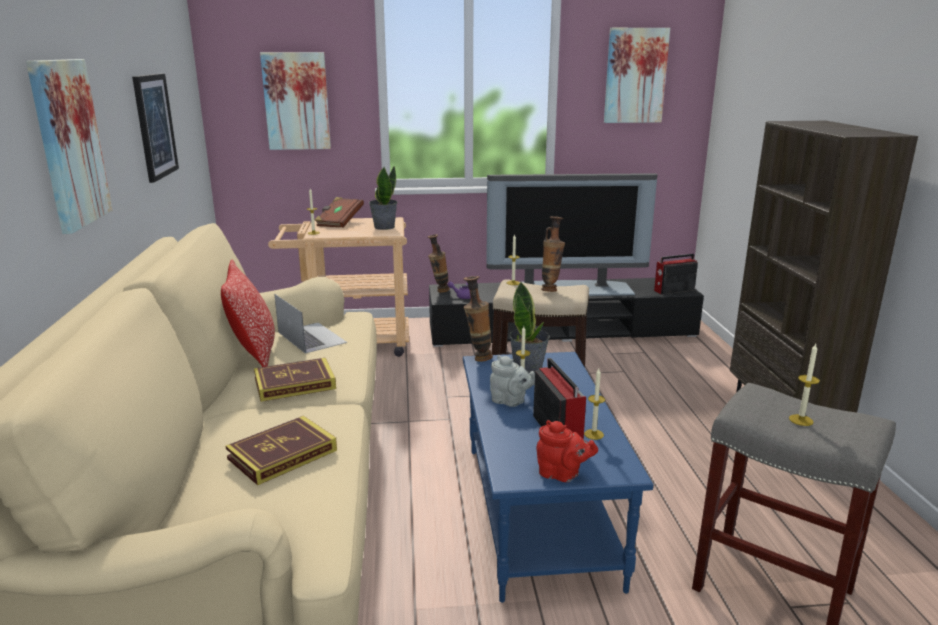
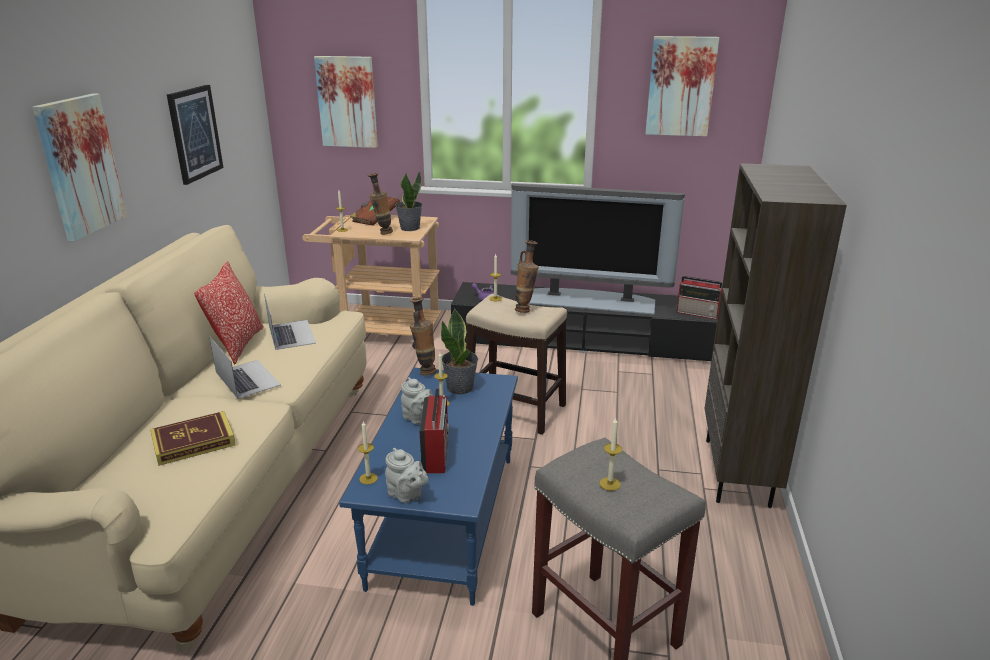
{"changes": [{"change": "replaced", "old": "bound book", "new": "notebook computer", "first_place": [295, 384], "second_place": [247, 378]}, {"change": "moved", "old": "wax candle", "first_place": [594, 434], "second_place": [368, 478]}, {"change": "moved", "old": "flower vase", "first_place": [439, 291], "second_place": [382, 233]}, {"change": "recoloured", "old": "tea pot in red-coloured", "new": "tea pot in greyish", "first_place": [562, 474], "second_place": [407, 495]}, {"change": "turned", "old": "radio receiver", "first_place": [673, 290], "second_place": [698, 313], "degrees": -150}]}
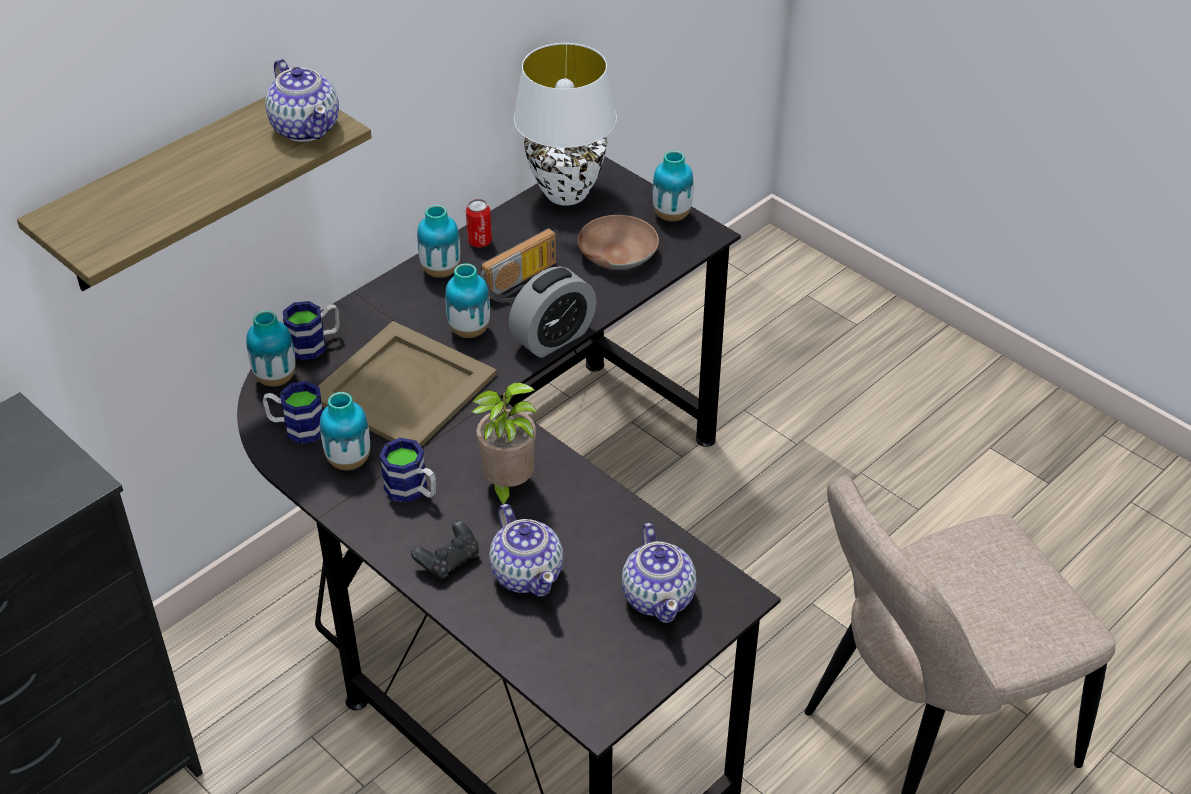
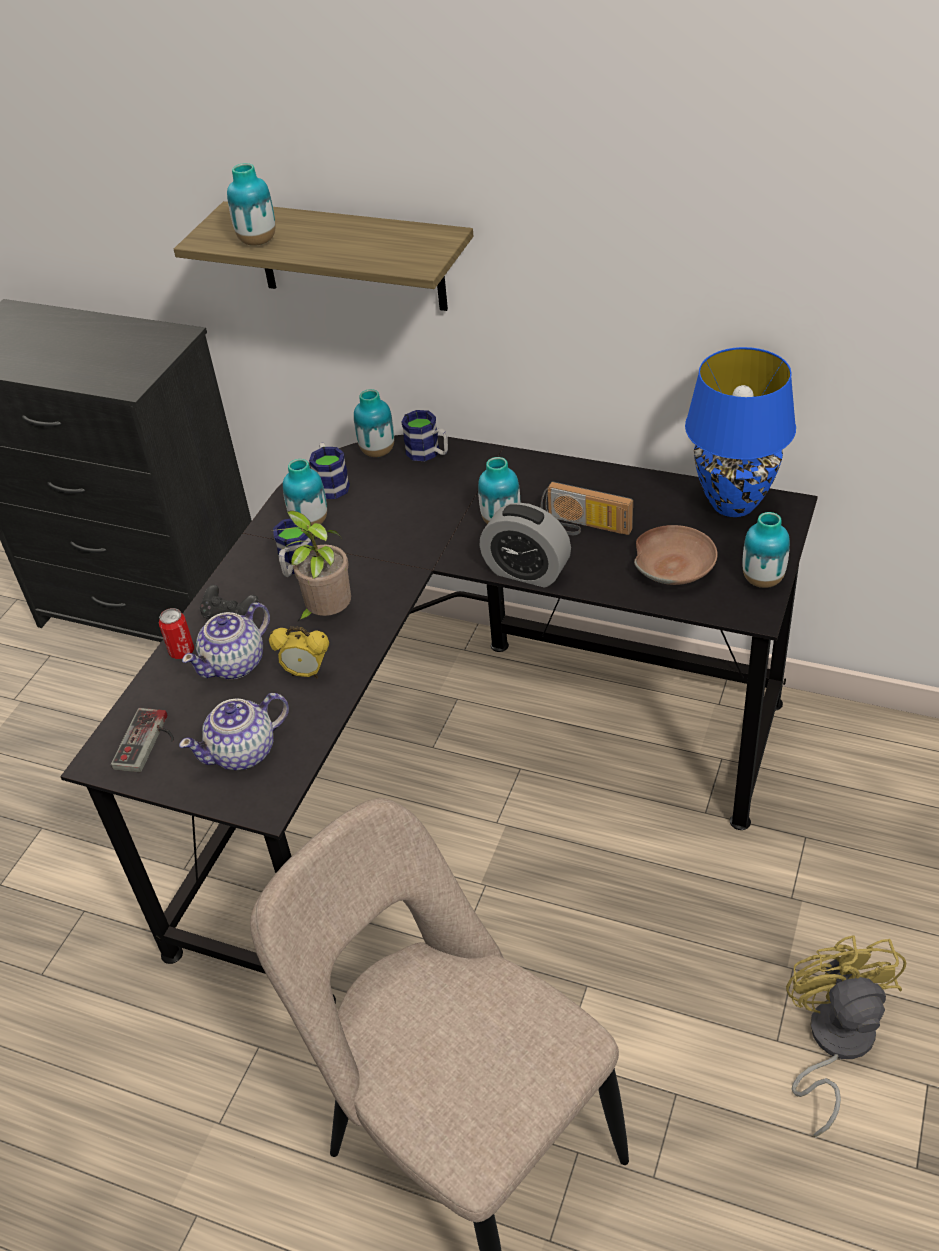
{"changes": [{"change": "added", "new": "game controller", "second_place": [149, 742]}, {"change": "moved", "old": "sealed can", "first_place": [479, 242], "second_place": [182, 651]}, {"change": "moved", "old": "flower vase", "first_place": [441, 271], "second_place": [258, 241]}, {"change": "added", "new": "bedside clock", "second_place": [306, 673]}, {"change": "recoloured", "old": "lamp for a table in white-coloured", "new": "lamp for a table in blue", "first_place": [565, 193], "second_place": [733, 503]}, {"change": "added", "new": "electric fan in yellow", "second_place": [833, 1043]}, {"change": "removed", "old": "tea pot", "first_place": [306, 127]}, {"change": "removed", "old": "carrying tray in beige-coloured", "first_place": [403, 388]}]}
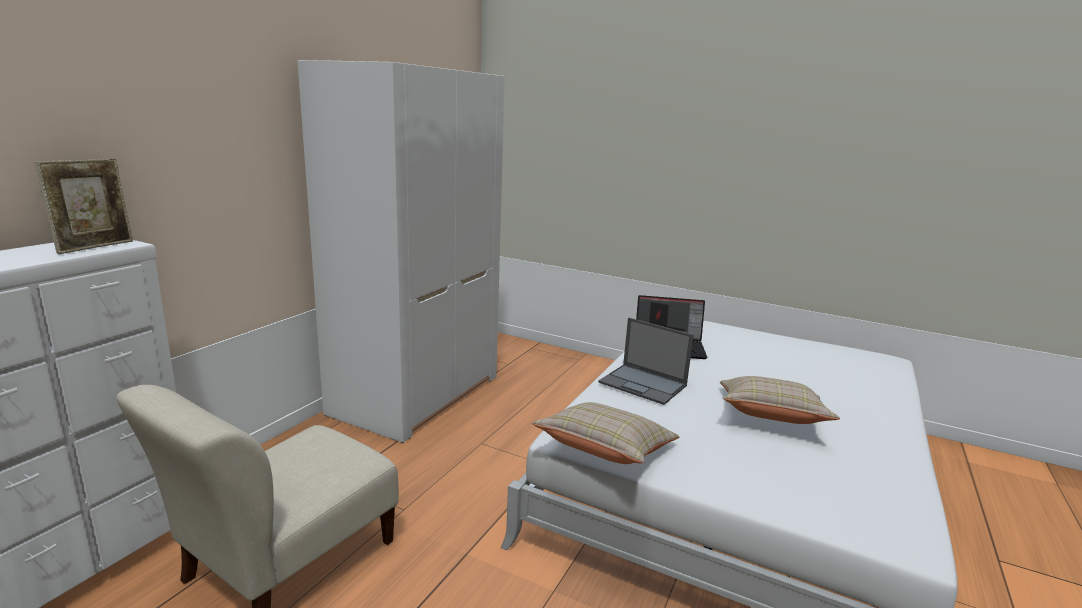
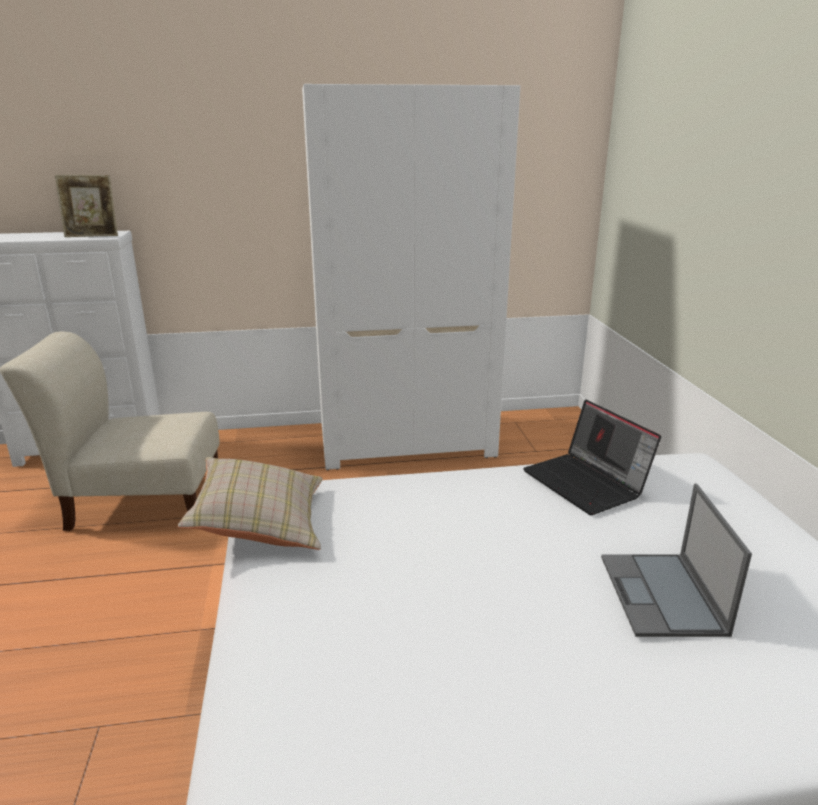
{"changes": [{"change": "moved", "old": "notebook computer", "first_place": [644, 384], "second_place": [662, 595]}, {"change": "removed", "old": "pillow in beige-coloured", "first_place": [770, 418]}]}
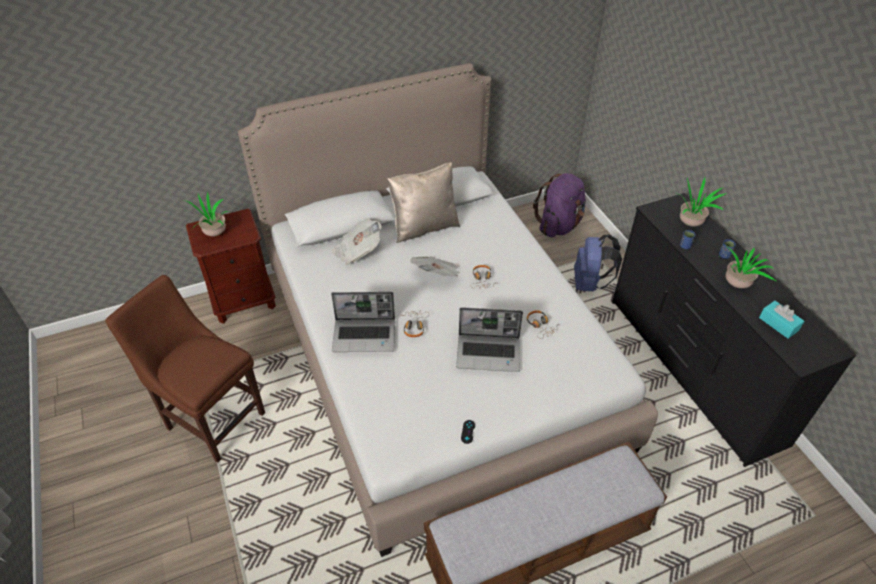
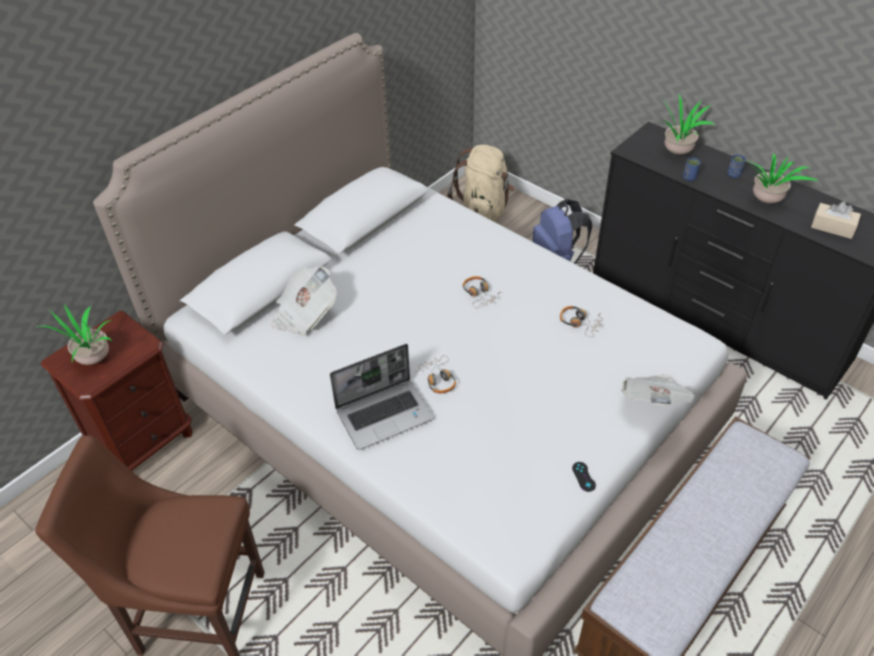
{"changes": [{"change": "recoloured", "old": "knapsack in purplish", "new": "knapsack in beige-coloured", "first_place": [559, 225], "second_place": [483, 211]}, {"change": "moved", "old": "printed paper", "first_place": [437, 275], "second_place": [654, 401]}, {"change": "recoloured", "old": "tissue holder in turquoise", "new": "tissue holder in beige-coloured", "first_place": [778, 324], "second_place": [833, 227]}, {"change": "removed", "old": "pillow in beige-coloured", "first_place": [424, 227]}, {"change": "removed", "old": "notebook computer", "first_place": [489, 353]}]}
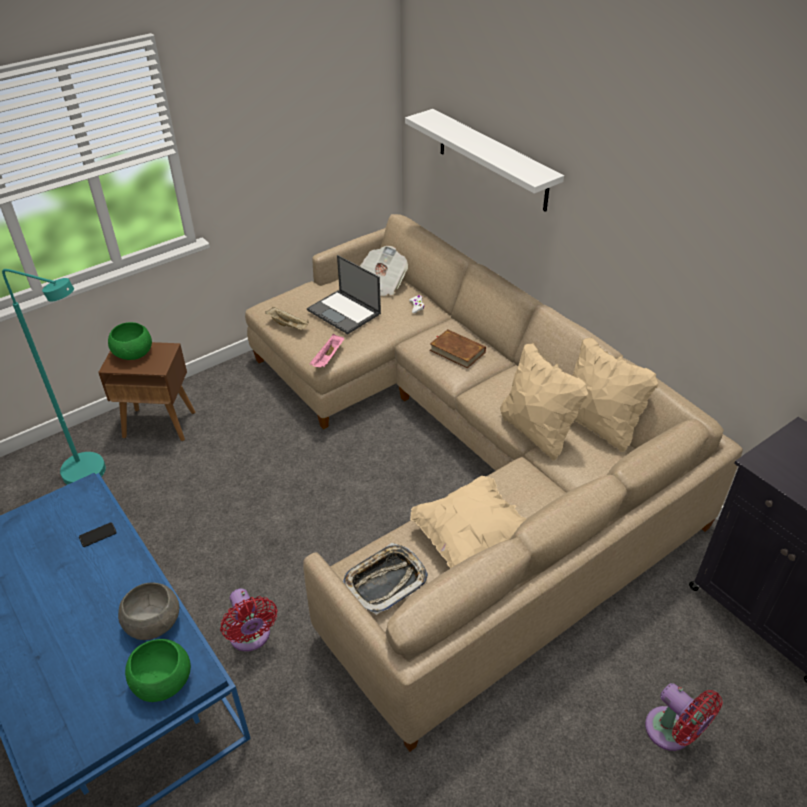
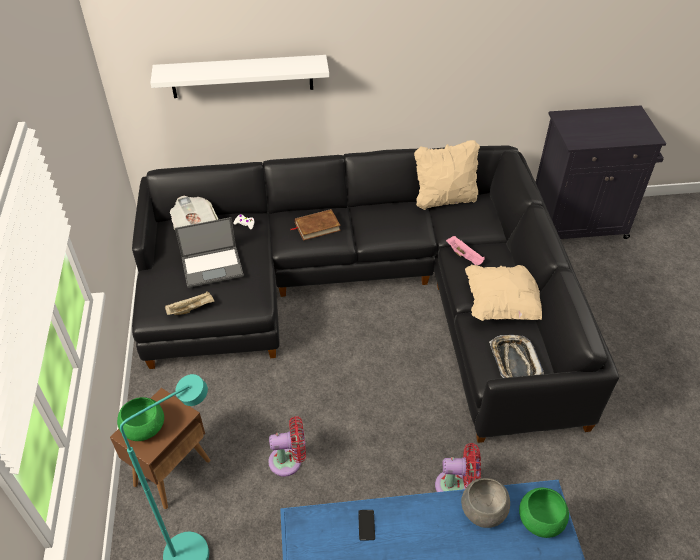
{"changes": [{"change": "recoloured", "old": "sofa in beige-coloured", "new": "sofa in black-coloured", "first_place": [459, 457], "second_place": [367, 293]}, {"change": "moved", "old": "electric fan in red-coloured", "first_place": [672, 733], "second_place": [289, 461]}, {"change": "moved", "old": "carrying tray in pink-coloured", "first_place": [328, 358], "second_place": [464, 256]}, {"change": "removed", "old": "pillow in beige-coloured", "first_place": [537, 433]}]}
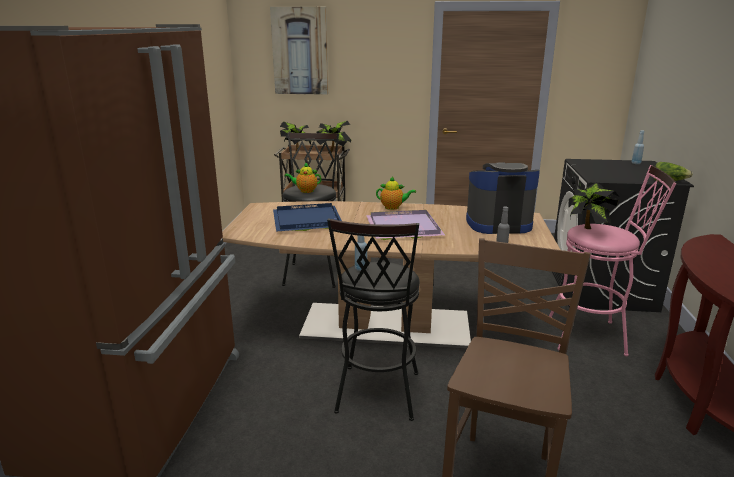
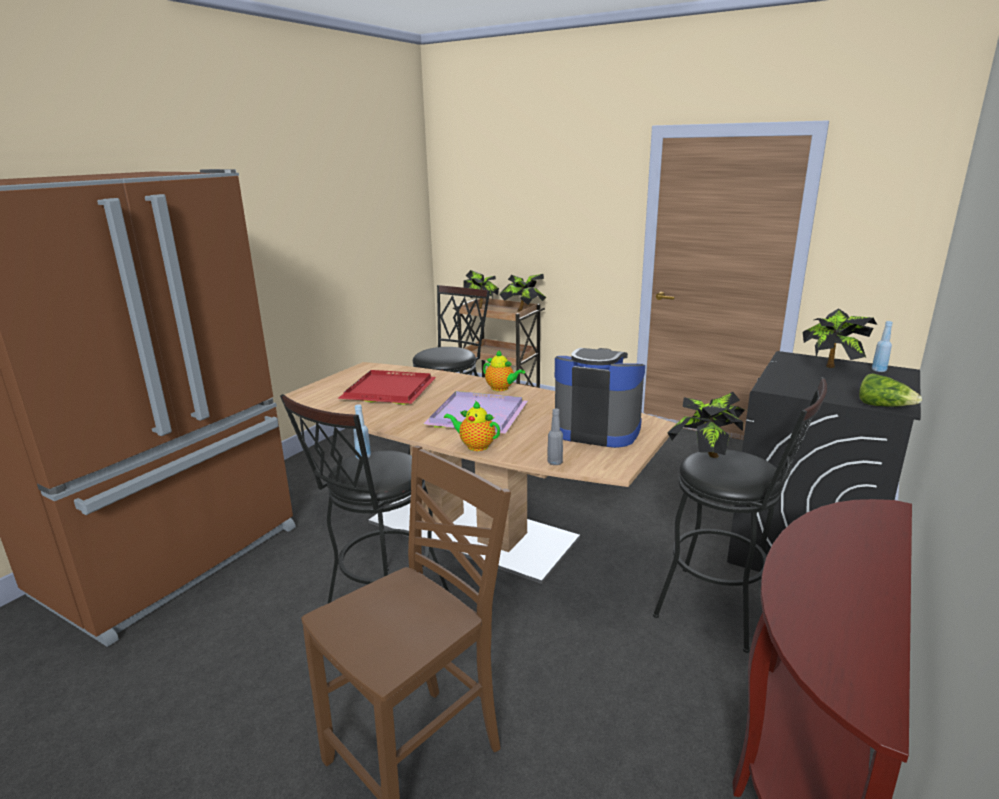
{"changes": [{"change": "recoloured", "old": "carrying tray in blue", "new": "carrying tray in red-coloured", "first_place": [308, 221], "second_place": [390, 391]}, {"change": "moved", "old": "tea pot", "first_place": [305, 191], "second_place": [475, 446]}, {"change": "recoloured", "old": "sitting stool in pink-coloured", "new": "sitting stool in black-coloured", "first_place": [593, 336], "second_place": [724, 611]}, {"change": "added", "new": "houseplant", "second_place": [830, 369]}, {"change": "removed", "old": "picture", "first_place": [300, 51]}]}
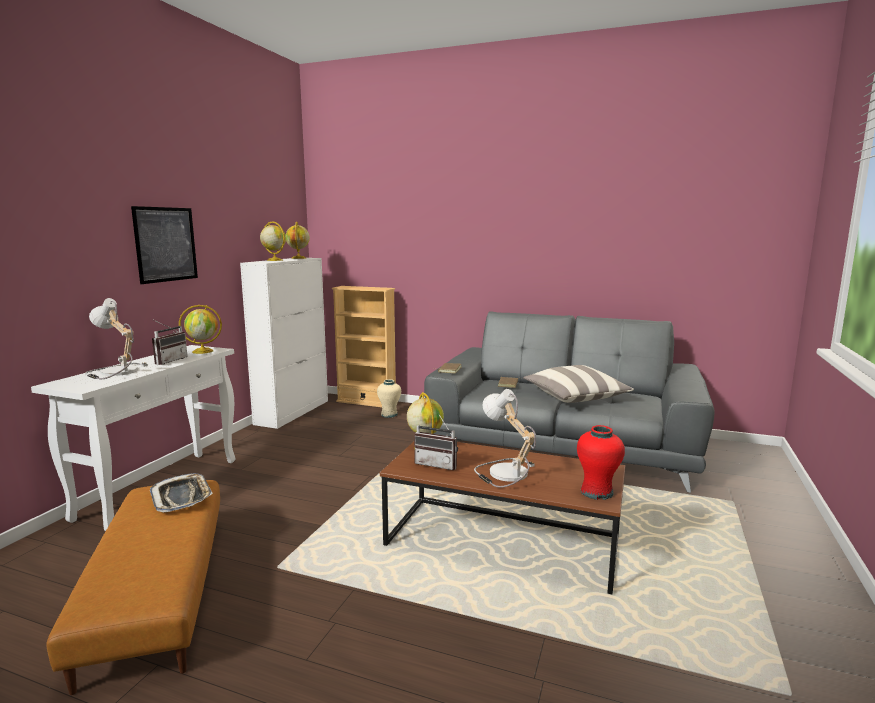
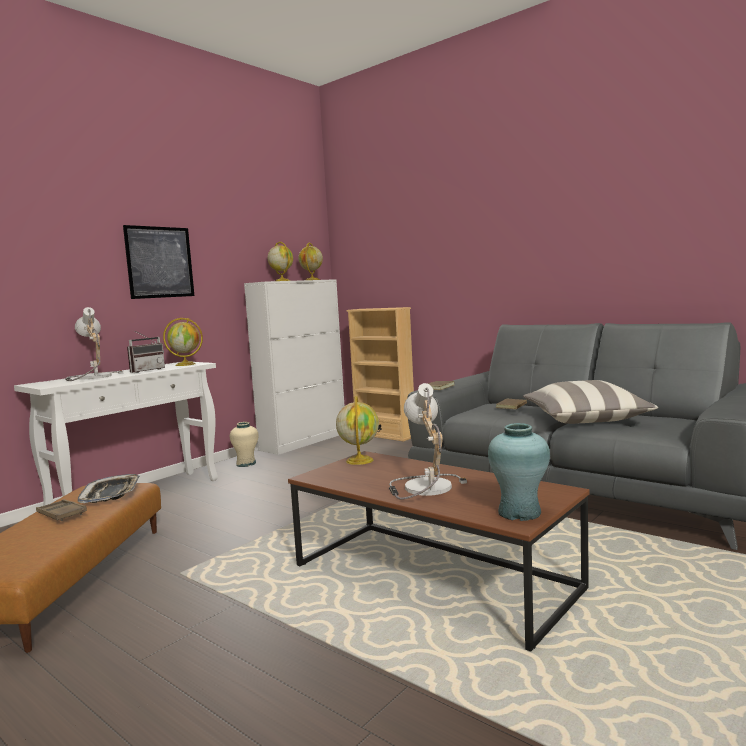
{"changes": [{"change": "added", "new": "carrying tray in brown", "second_place": [61, 514]}, {"change": "moved", "old": "flower vase in beige-coloured", "first_place": [389, 414], "second_place": [246, 464]}, {"change": "recoloured", "old": "flower vase in red-coloured", "new": "flower vase in turquoise", "first_place": [597, 492], "second_place": [520, 513]}, {"change": "removed", "old": "radio receiver", "first_place": [438, 464]}]}
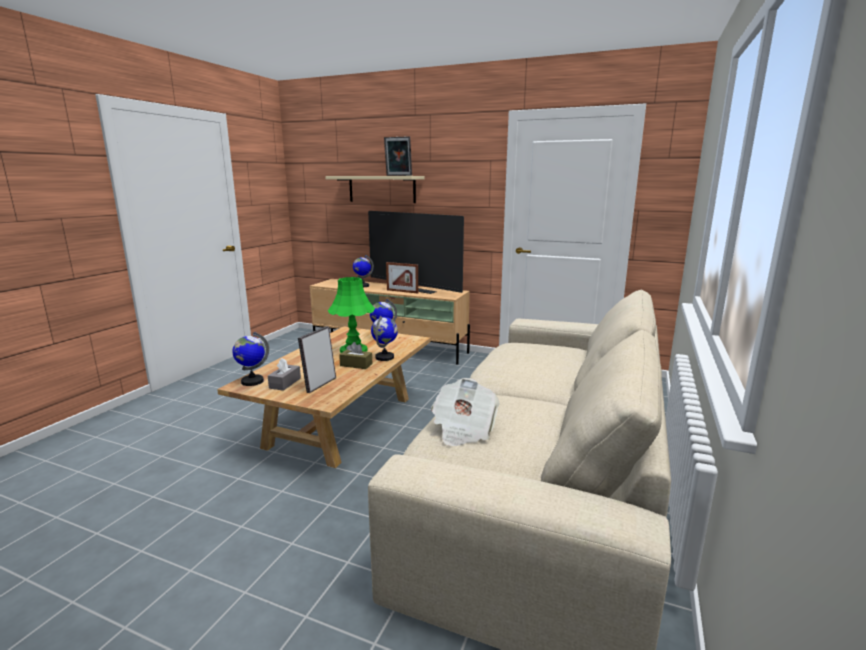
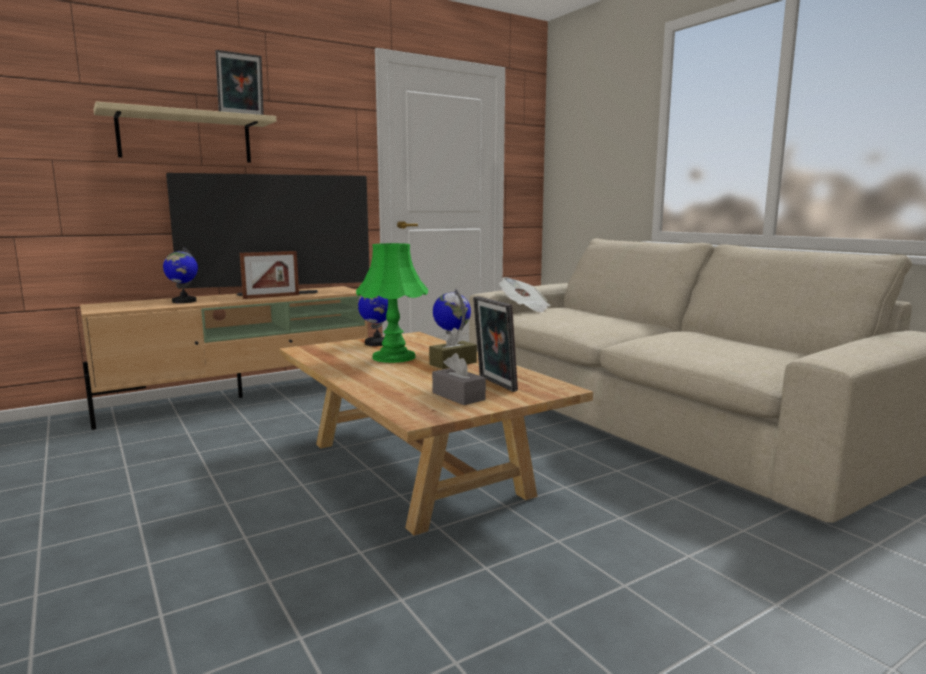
{"changes": [{"change": "moved", "old": "printed paper", "first_place": [463, 429], "second_place": [524, 309]}, {"change": "removed", "old": "world globe", "first_place": [252, 381]}]}
